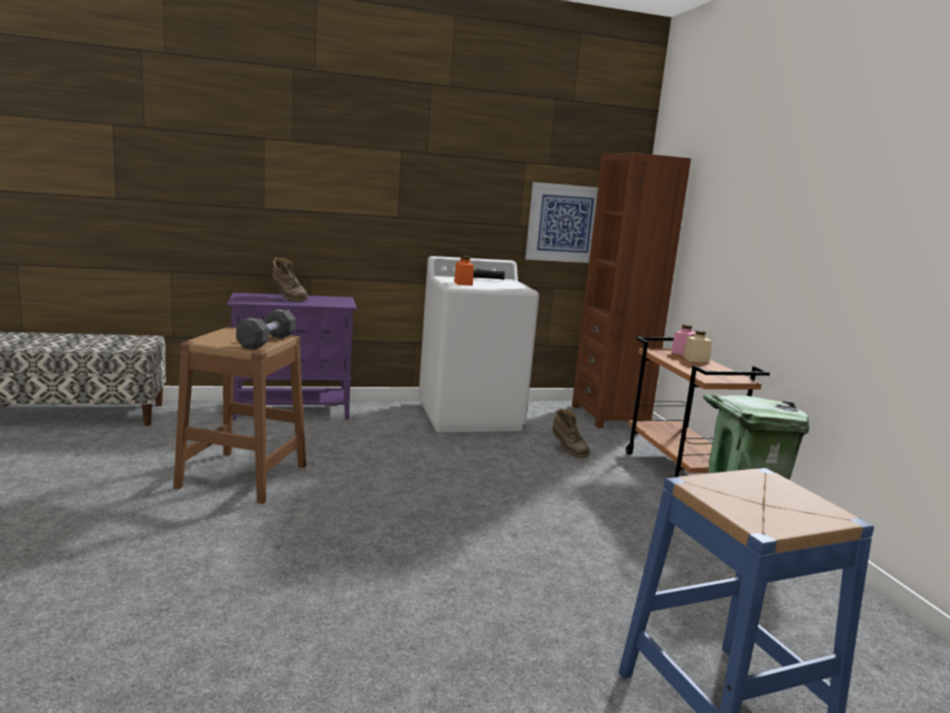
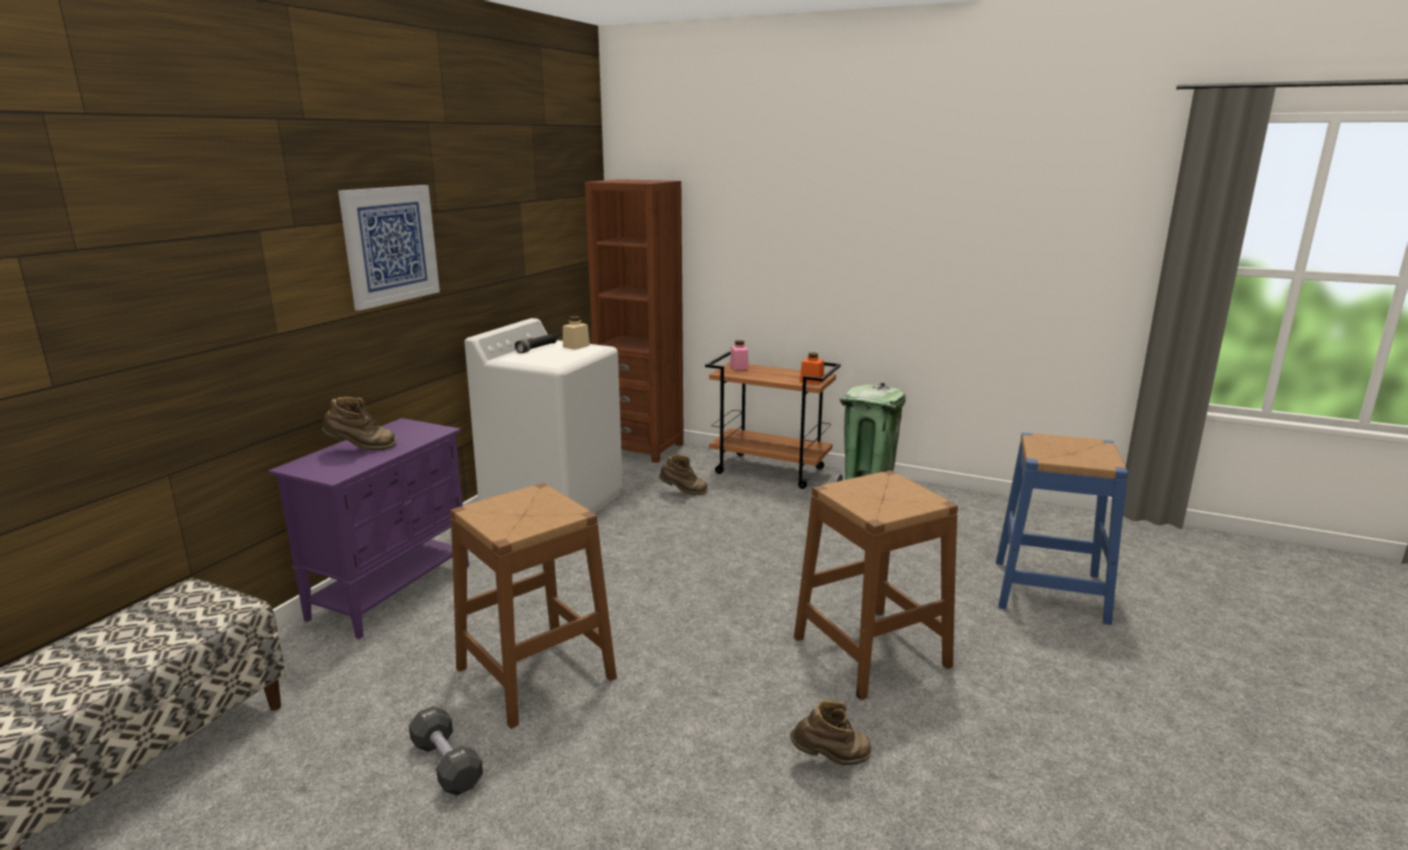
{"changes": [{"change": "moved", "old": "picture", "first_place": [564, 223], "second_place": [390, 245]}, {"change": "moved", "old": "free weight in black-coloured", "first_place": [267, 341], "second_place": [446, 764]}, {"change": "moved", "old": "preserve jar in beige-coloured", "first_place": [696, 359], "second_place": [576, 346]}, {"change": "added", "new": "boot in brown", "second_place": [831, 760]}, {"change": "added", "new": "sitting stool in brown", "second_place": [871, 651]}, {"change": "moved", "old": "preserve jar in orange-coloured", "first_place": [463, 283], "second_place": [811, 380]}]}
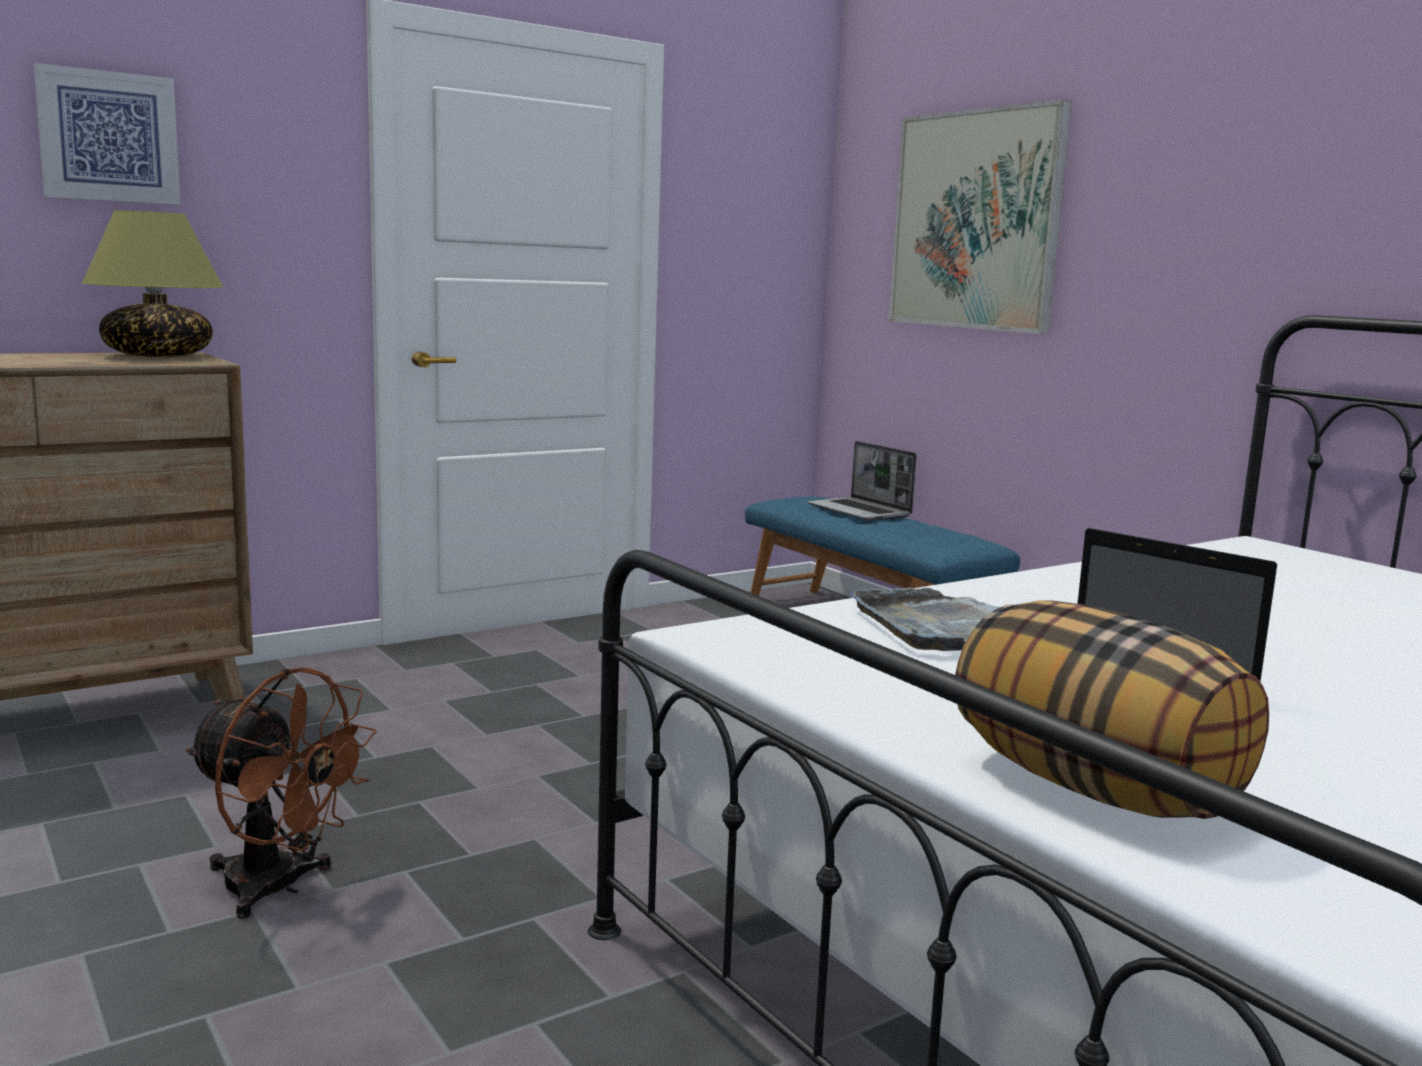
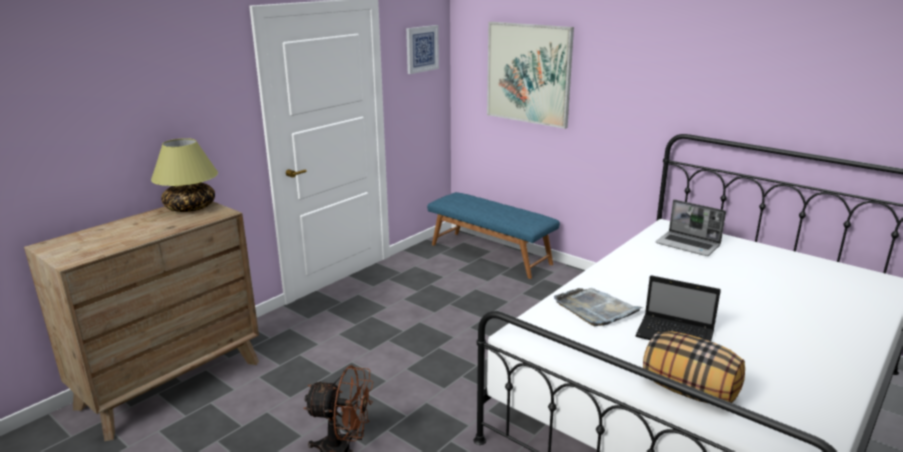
{"changes": [{"change": "moved", "old": "picture", "first_place": [108, 137], "second_place": [421, 49]}, {"change": "moved", "old": "notebook computer", "first_place": [860, 511], "second_place": [688, 245]}]}
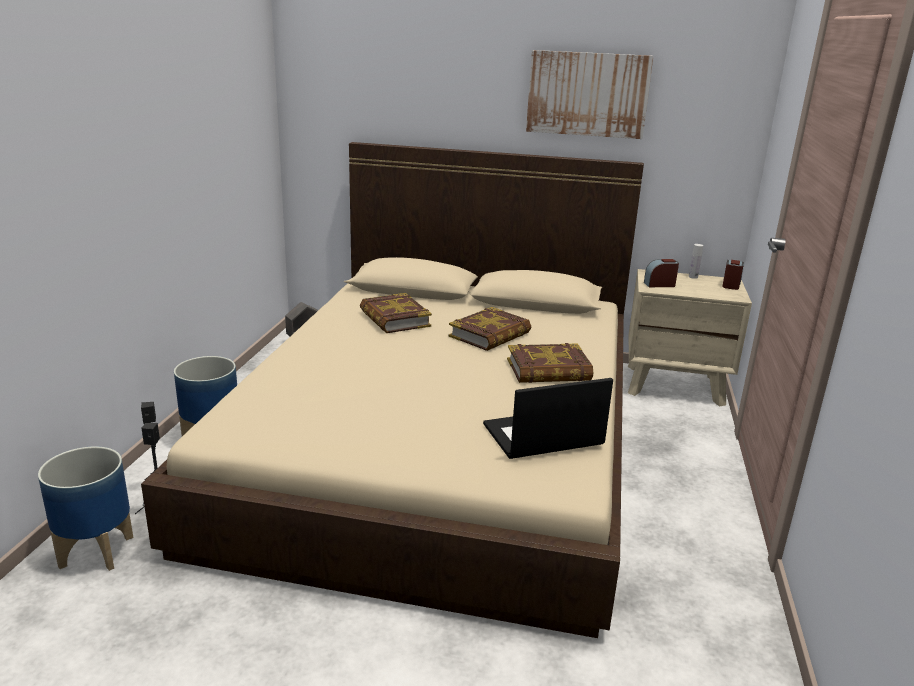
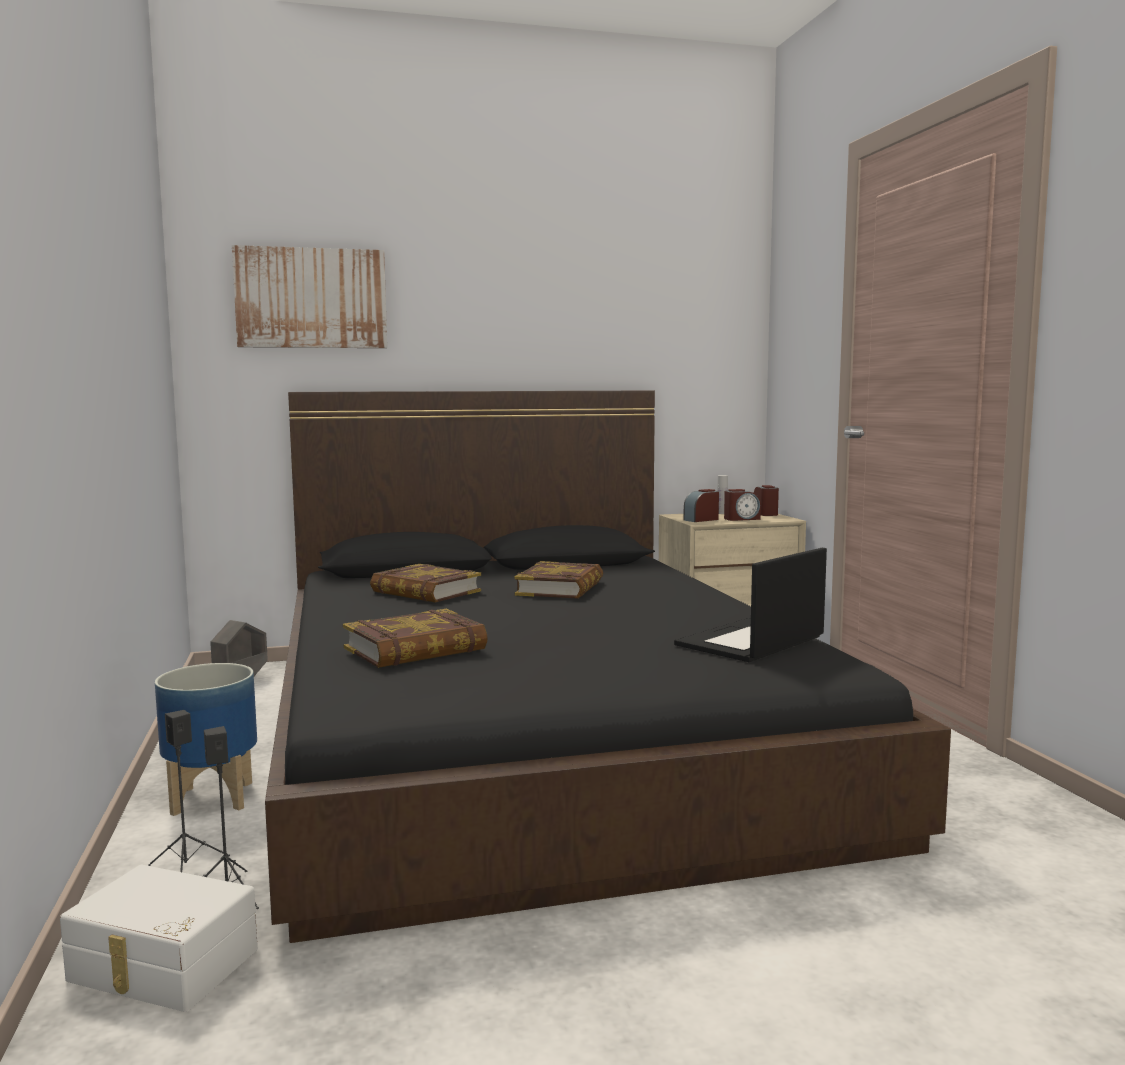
{"changes": [{"change": "replaced", "old": "plant pot", "new": "storage container in white-coloured", "first_place": [98, 551], "second_place": [161, 967]}, {"change": "moved", "old": "picture", "first_place": [587, 94], "second_place": [311, 298]}, {"change": "recoloured", "old": "sleeping bed in beige-coloured", "new": "sleeping bed in black-coloured", "first_place": [442, 437], "second_place": [535, 730]}, {"change": "moved", "old": "bound book", "first_place": [548, 370], "second_place": [415, 649]}, {"change": "added", "new": "bedside clock", "second_place": [741, 519]}]}
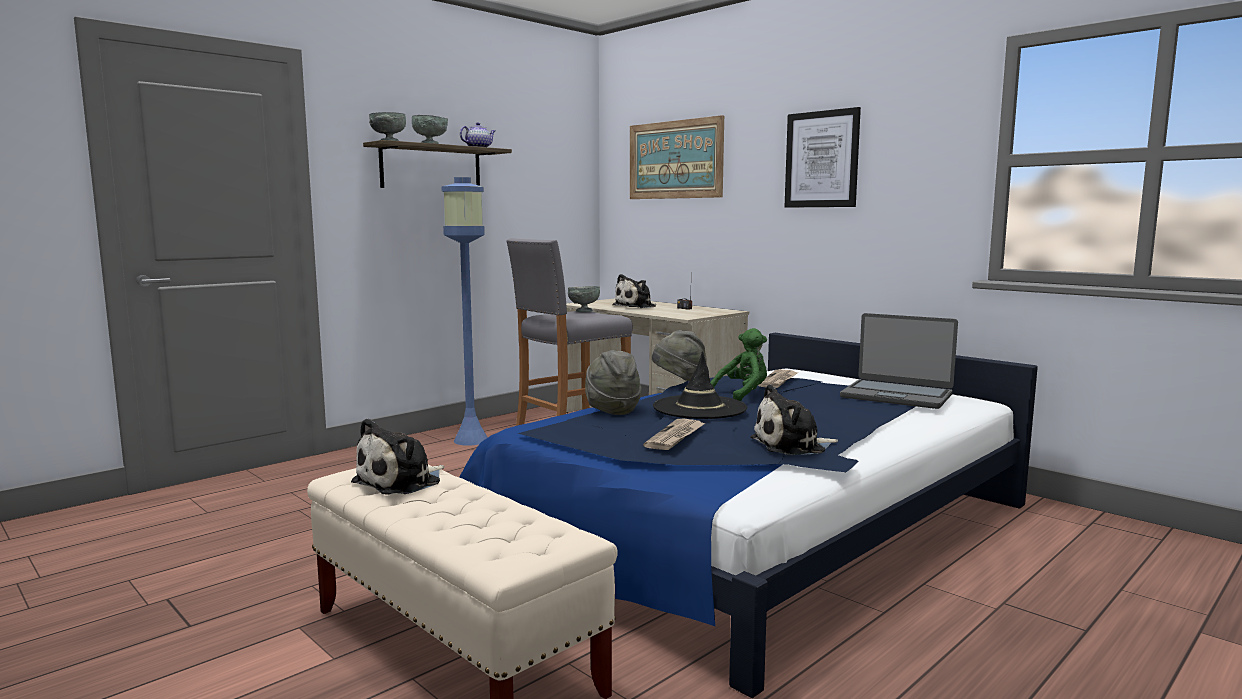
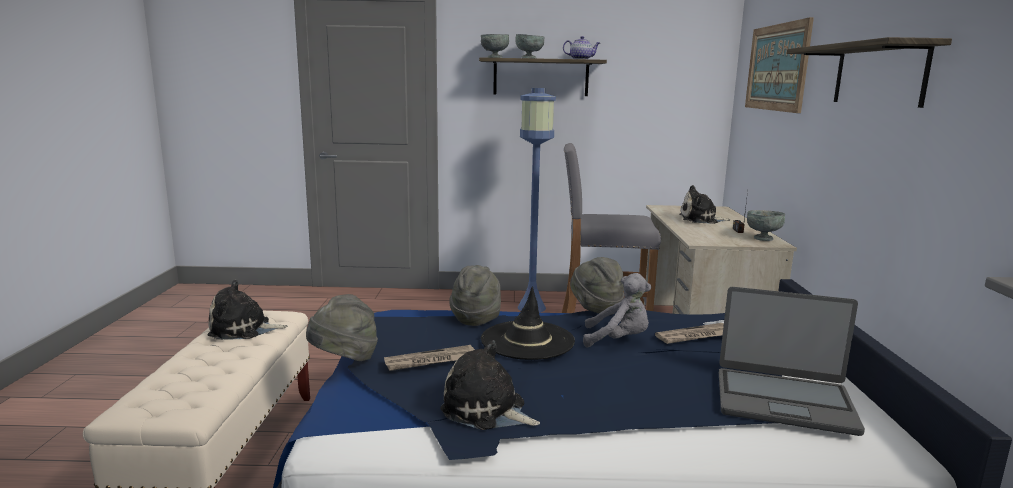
{"changes": [{"change": "added", "new": "clothing hat in greyish", "second_place": [344, 360]}, {"change": "recoloured", "old": "cuddly toy in green-coloured", "new": "cuddly toy in greyish", "first_place": [742, 395], "second_place": [618, 340]}, {"change": "turned", "old": "notebook computer", "first_place": [896, 396], "second_place": [783, 401], "degrees": -60}, {"change": "moved", "old": "deep dish in greyish", "first_place": [583, 311], "second_place": [762, 238]}, {"change": "replaced", "old": "picture", "new": "wall shelf", "first_place": [821, 159], "second_place": [878, 75]}]}
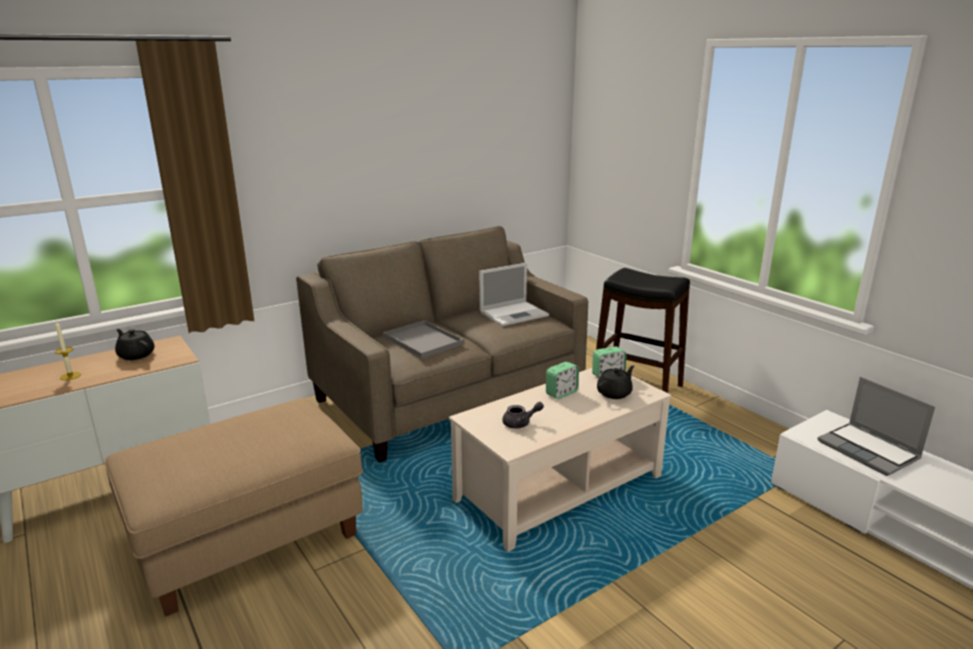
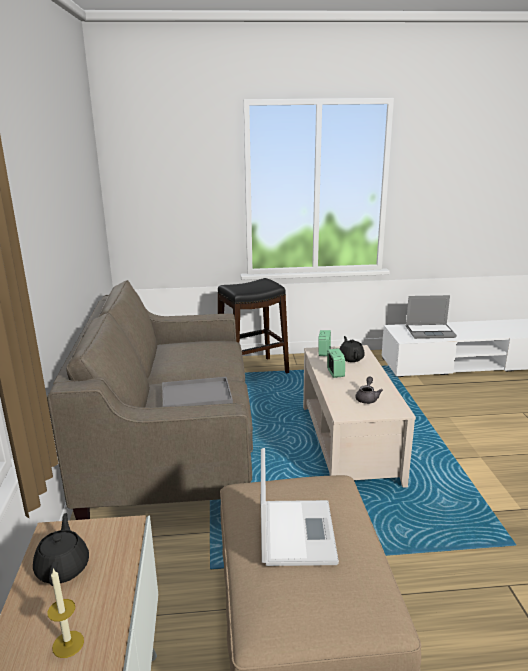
{"changes": [{"change": "turned", "old": "tea pot in black-coloured", "first_place": [136, 355], "second_place": [63, 568], "degrees": 105}, {"change": "moved", "old": "notebook computer", "first_place": [515, 314], "second_place": [296, 531]}]}
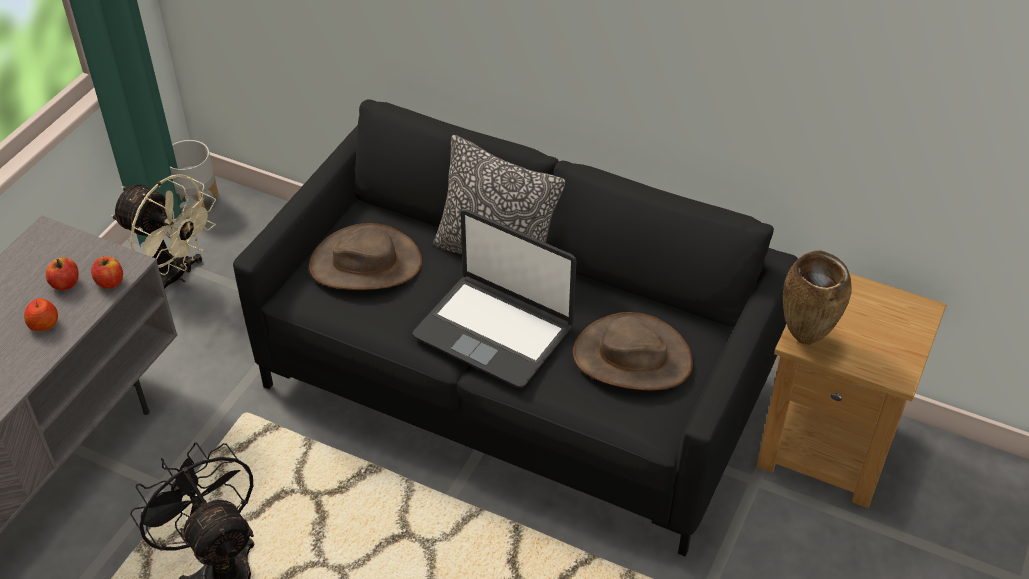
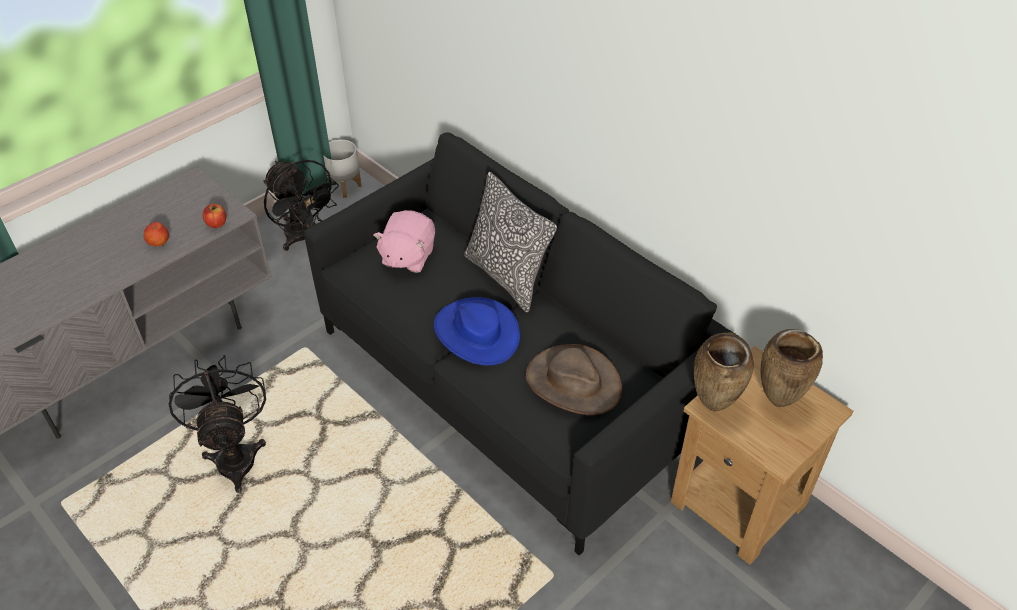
{"changes": [{"change": "recoloured", "old": "electric fan in beige-coloured", "new": "electric fan in black-coloured", "first_place": [175, 277], "second_place": [304, 237]}, {"change": "replaced", "old": "clothing hat in brown", "new": "cuddly toy in pink-coloured", "first_place": [365, 263], "second_place": [407, 257]}, {"change": "replaced", "old": "notebook computer", "new": "clothing hat in blue", "first_place": [494, 331], "second_place": [476, 332]}, {"change": "added", "new": "flower vase in brown", "second_place": [778, 400]}, {"change": "removed", "old": "apple fruit", "first_place": [66, 283]}]}
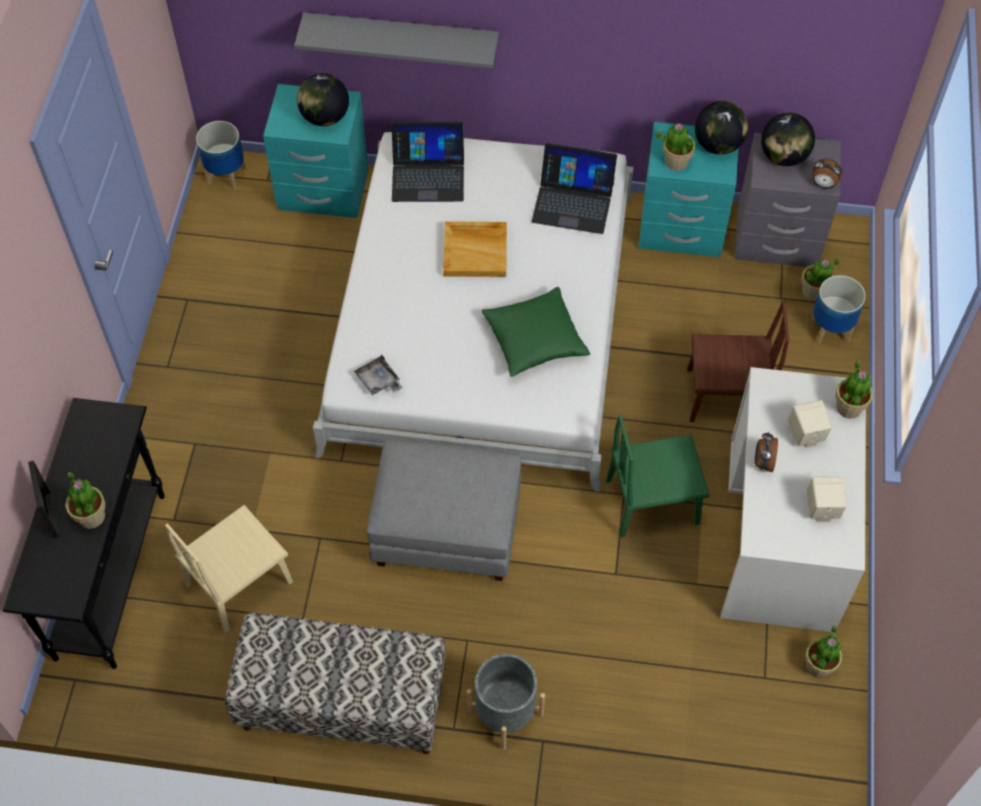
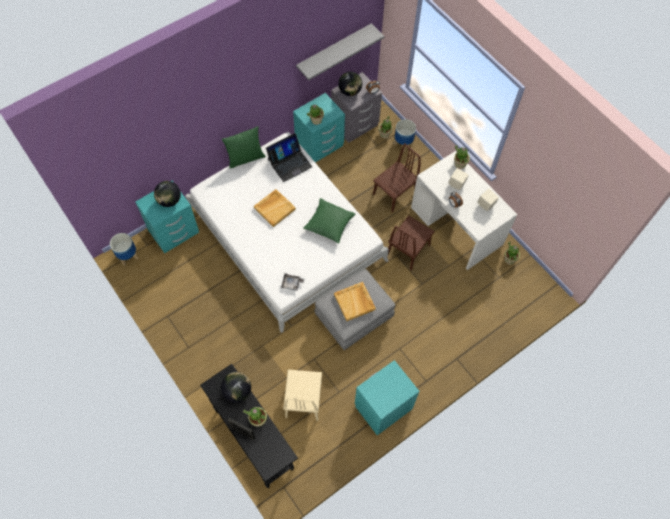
{"changes": [{"change": "moved", "old": "world globe", "first_place": [718, 145], "second_place": [237, 391]}, {"change": "added", "new": "pillow in green-coloured", "second_place": [245, 158]}, {"change": "moved", "old": "wall shelf in greyish", "first_place": [401, 37], "second_place": [334, 50]}, {"change": "added", "new": "carrying tray in beige-coloured", "second_place": [355, 302]}, {"change": "replaced", "old": "bench", "new": "nightstand in turquoise", "first_place": [342, 704], "second_place": [383, 407]}, {"change": "recoloured", "old": "chair in green-coloured", "new": "chair in brown", "first_place": [652, 501], "second_place": [408, 249]}, {"change": "removed", "old": "notebook computer", "first_place": [428, 175]}, {"change": "removed", "old": "plant pot in greyish", "first_place": [505, 713]}]}
